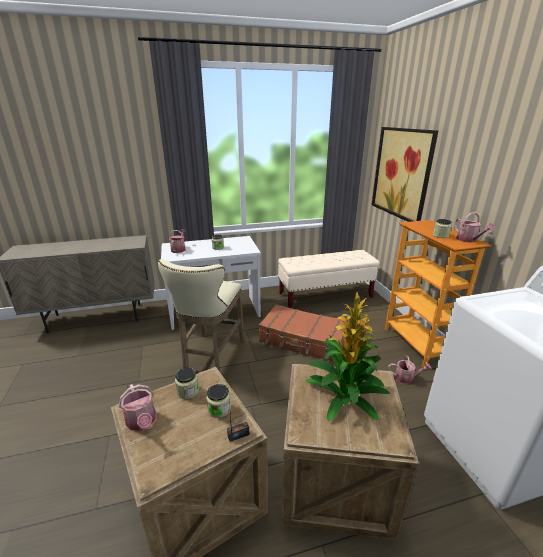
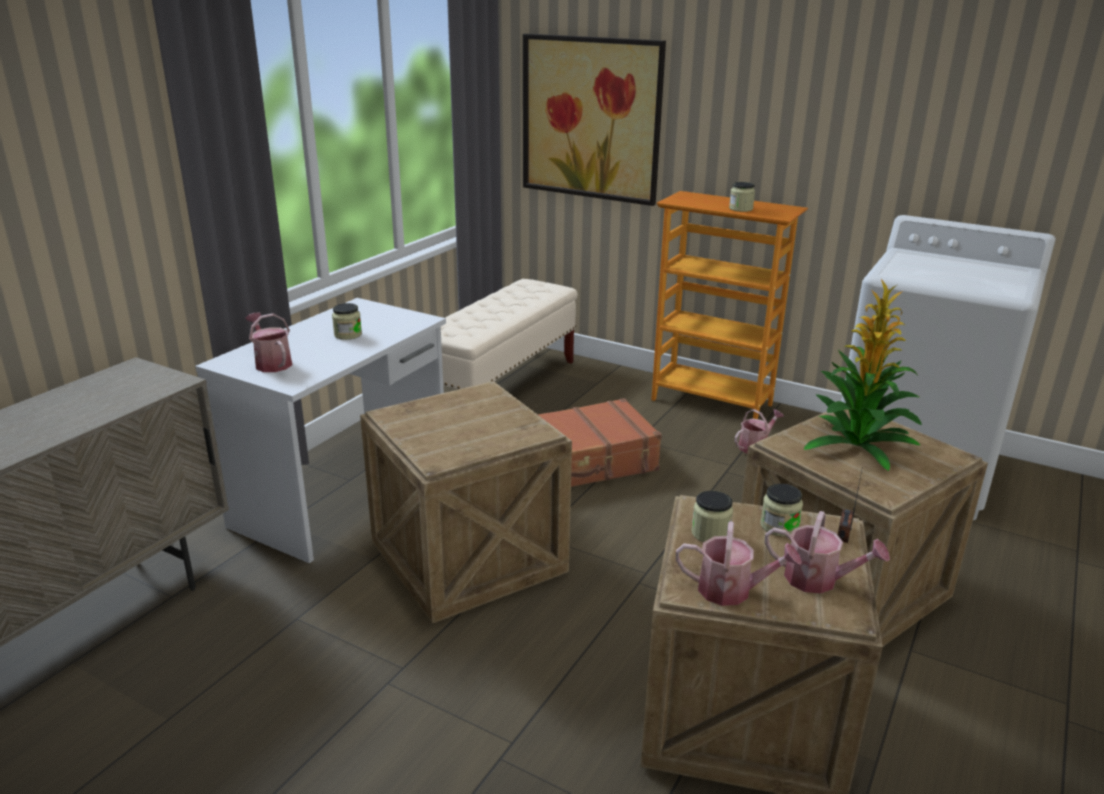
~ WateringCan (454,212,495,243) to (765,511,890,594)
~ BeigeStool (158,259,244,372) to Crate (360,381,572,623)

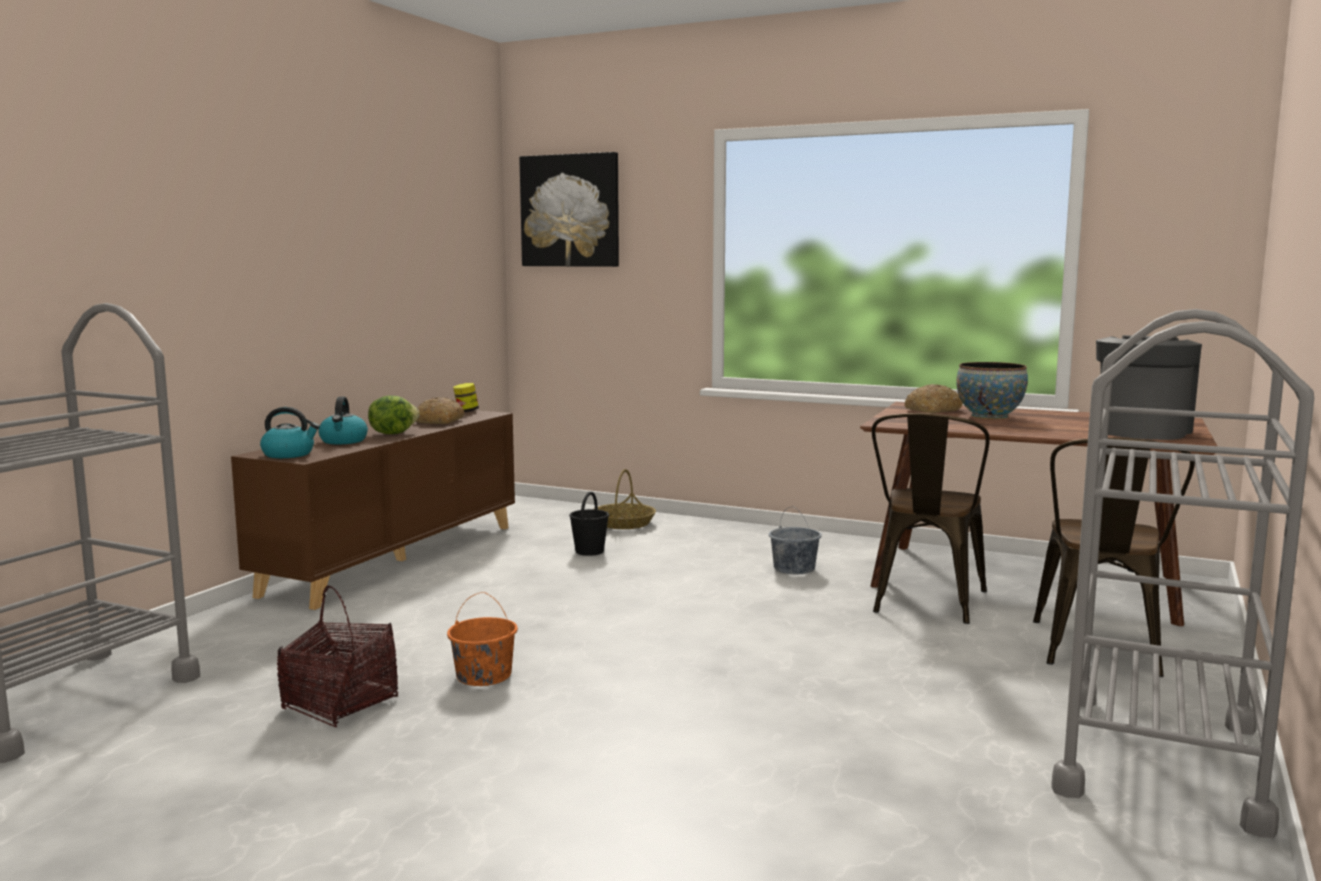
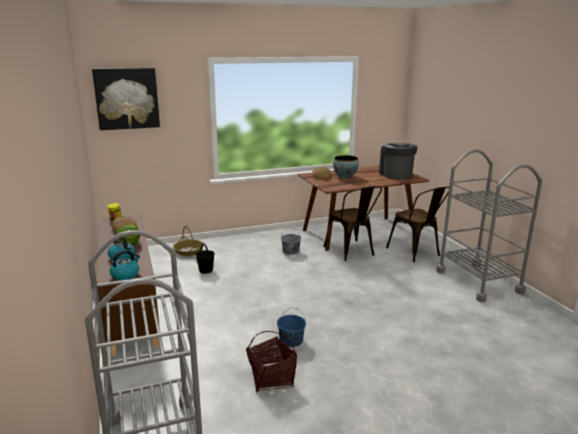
~ OrangeBucket (447,592,518,686) to BlueBucket (277,308,306,347)

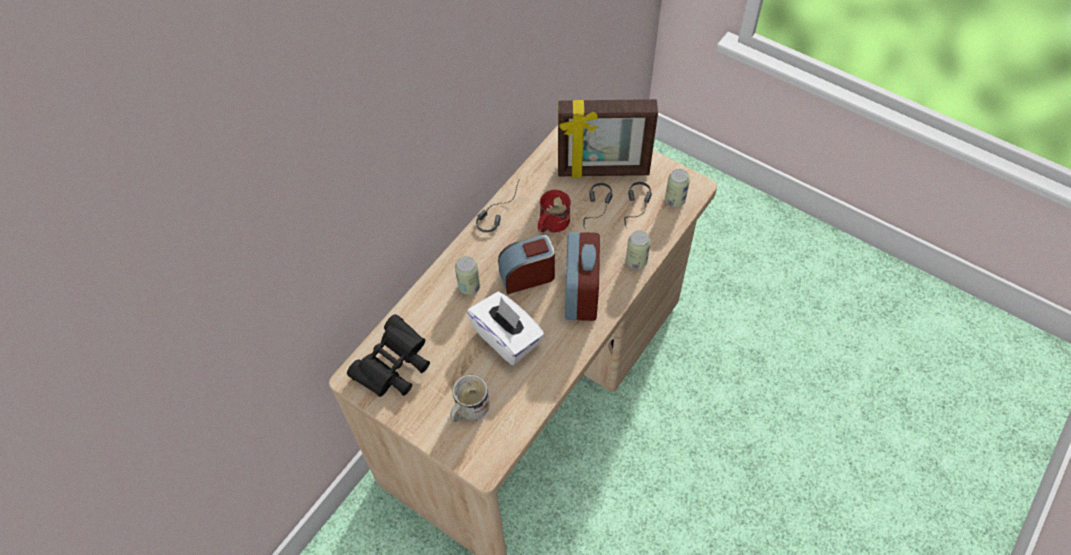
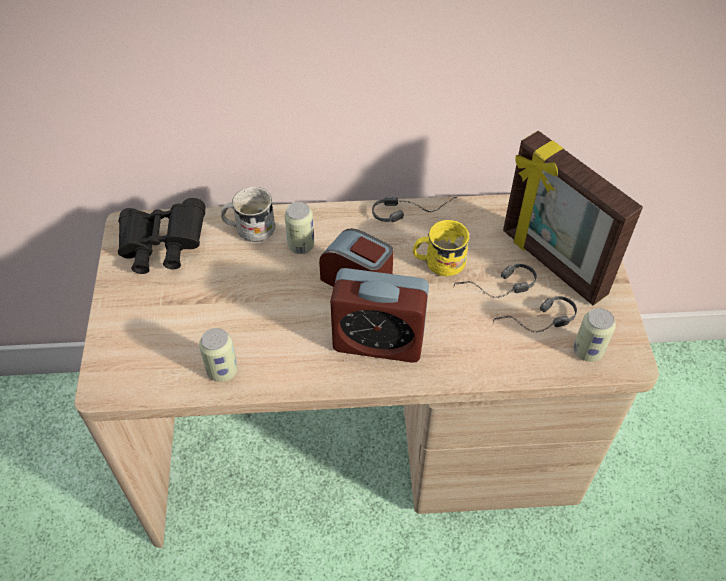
- WhiteTissueBox (467,292,544,365)
~ WhiteMug (450,375,490,422) to (221,187,275,242)
~ Can (626,230,650,269) to (199,328,238,382)
~ RedMug (538,190,571,233) to YellowMug (413,220,470,276)
~ AlarmClock (565,232,600,321) = (330,268,429,363) 45 degrees clockwise

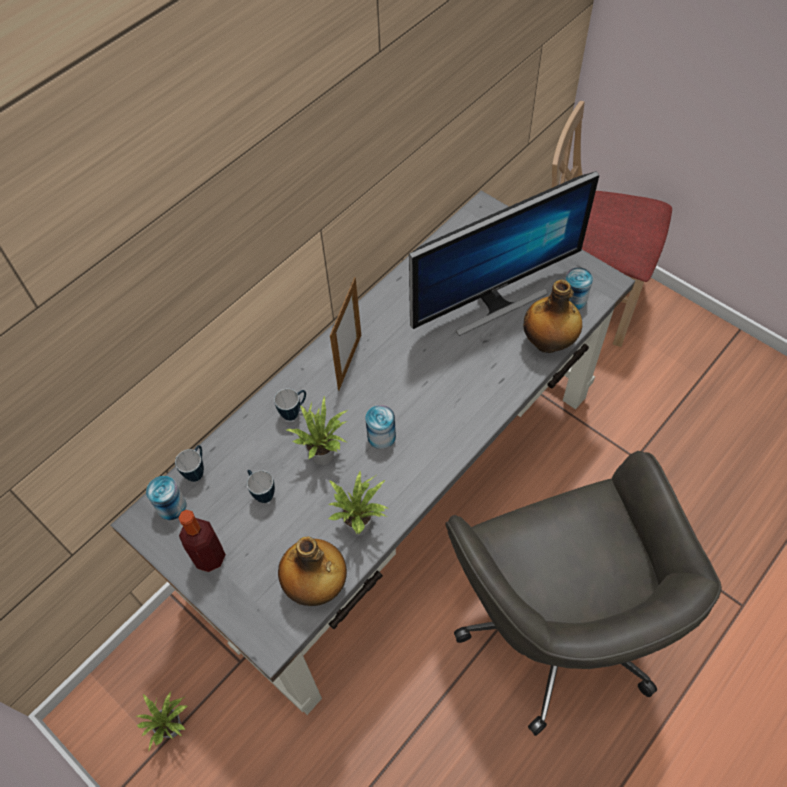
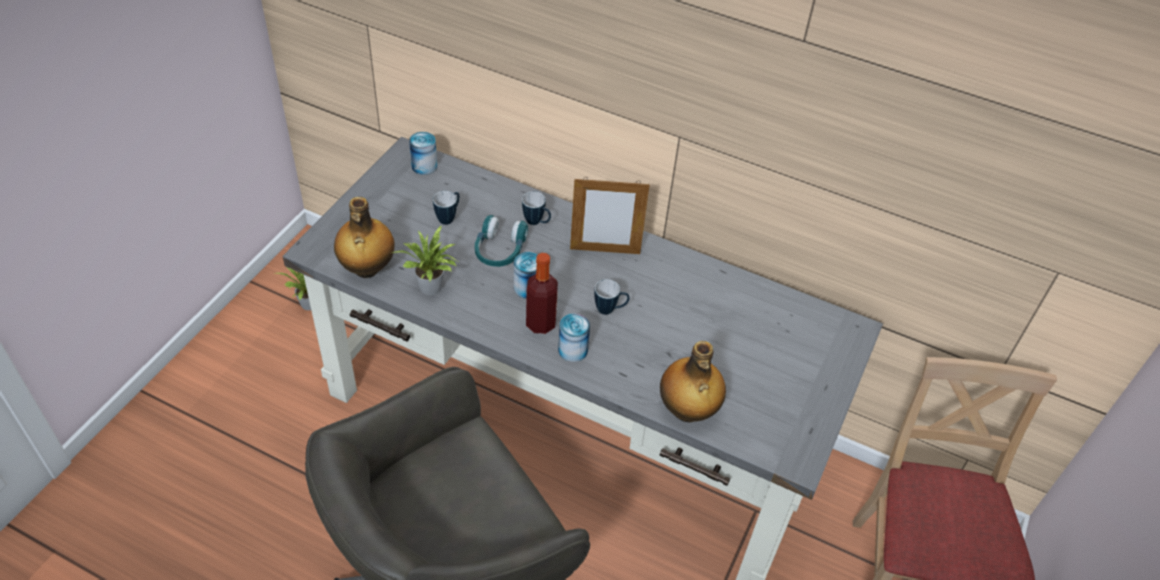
- Monitor (409,171,599,336)
~ Mug (175,445,204,482) to (594,279,630,315)
~ Bottle (179,510,226,572) to (526,253,558,334)
~ Can (565,267,593,310) to (558,313,590,362)
~ PottedPlant (286,395,348,465) to TurquoiseHeadphones (475,215,528,267)

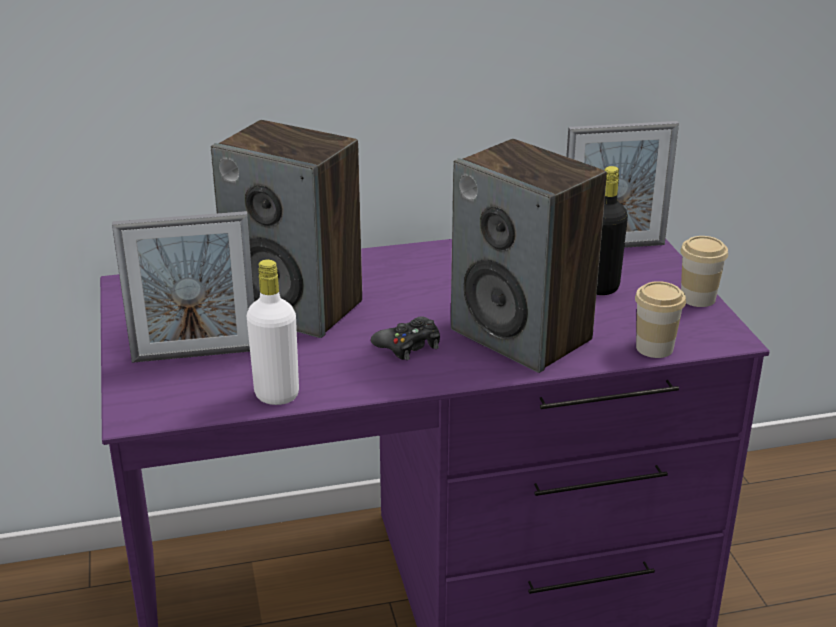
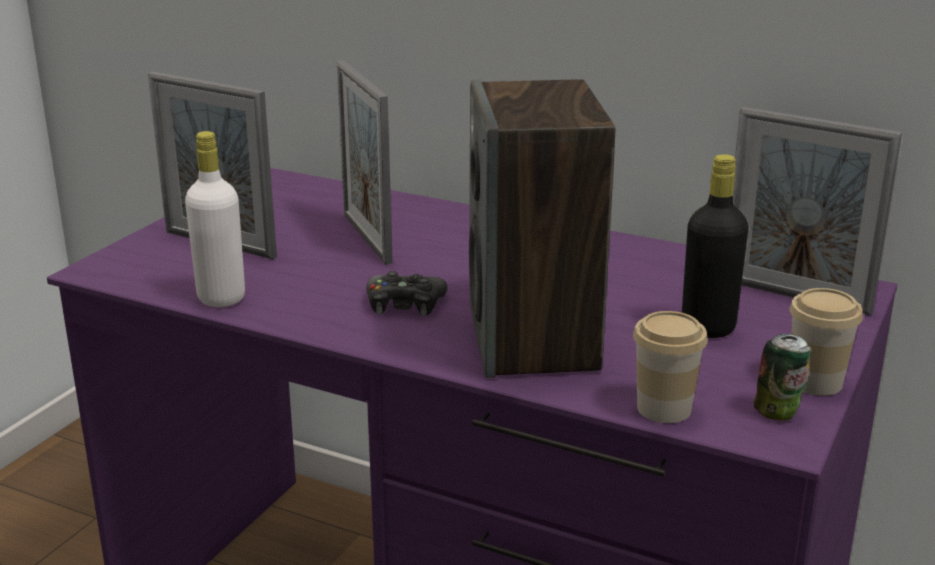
+ Can (754,334,811,421)
~ Speaker (211,120,362,338) to PictureFrame (337,60,393,265)

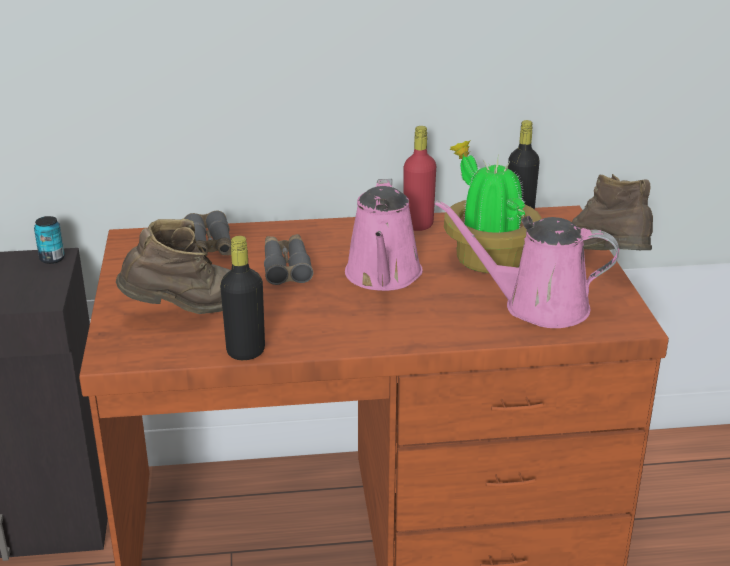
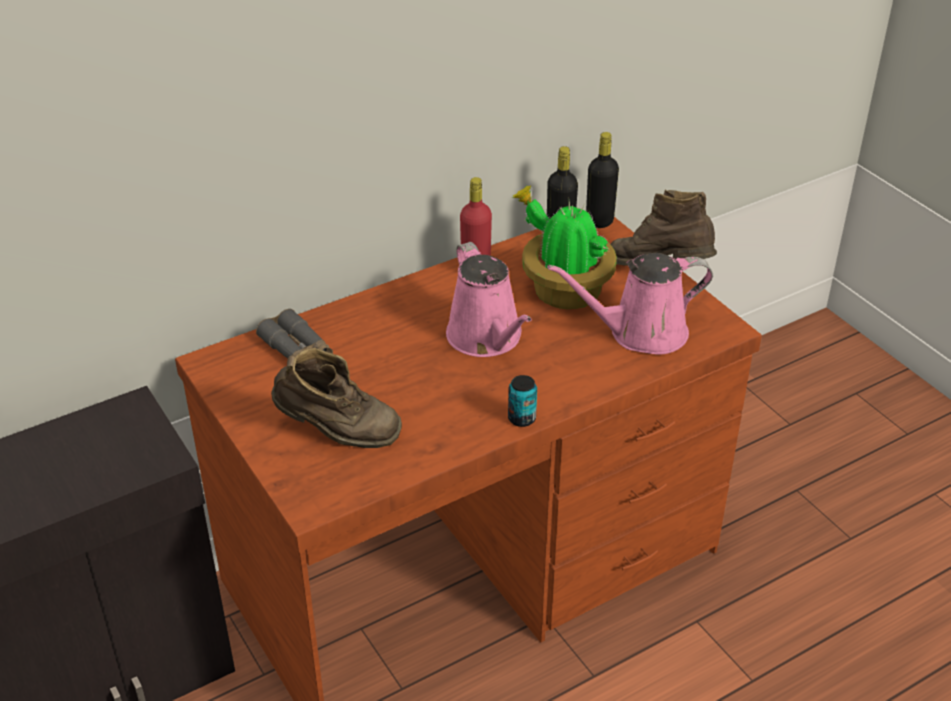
- GreyBinoculars (264,234,313,285)
~ Can (34,216,65,264) to (508,375,537,427)
~ BlackBottle (220,236,265,360) to (586,132,619,228)
~ BrownBoot (116,219,230,314) = (271,348,402,448) 60 degrees clockwise

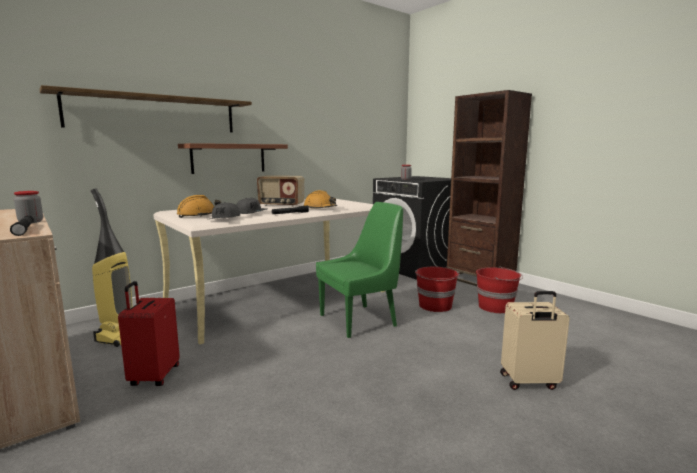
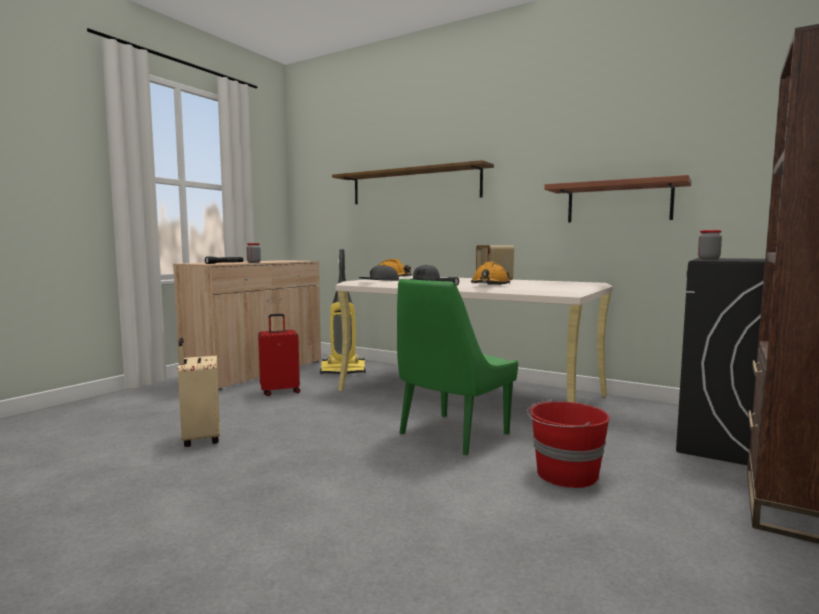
- RedBucket (476,267,523,313)
~ Shelf (178,143,288,174) to (544,175,692,223)
~ BeigeSuitcase (500,291,570,390) to (178,338,220,447)
~ GreenChair (316,202,403,338) = (397,279,518,456) 90 degrees clockwise

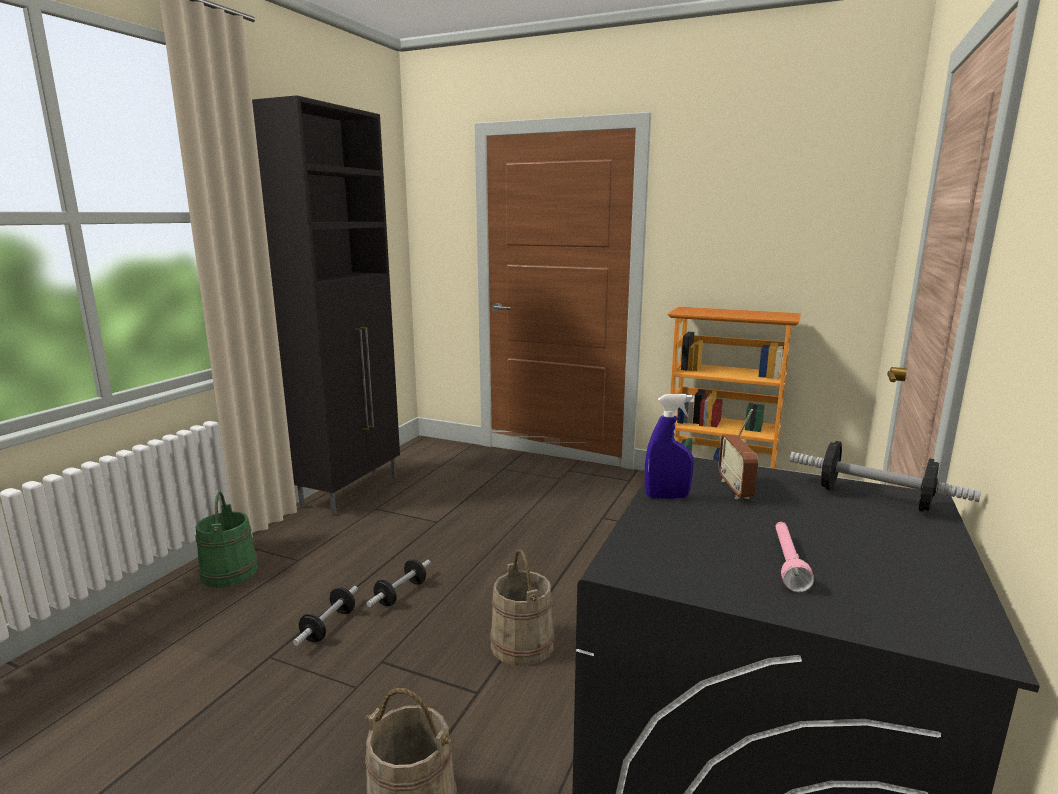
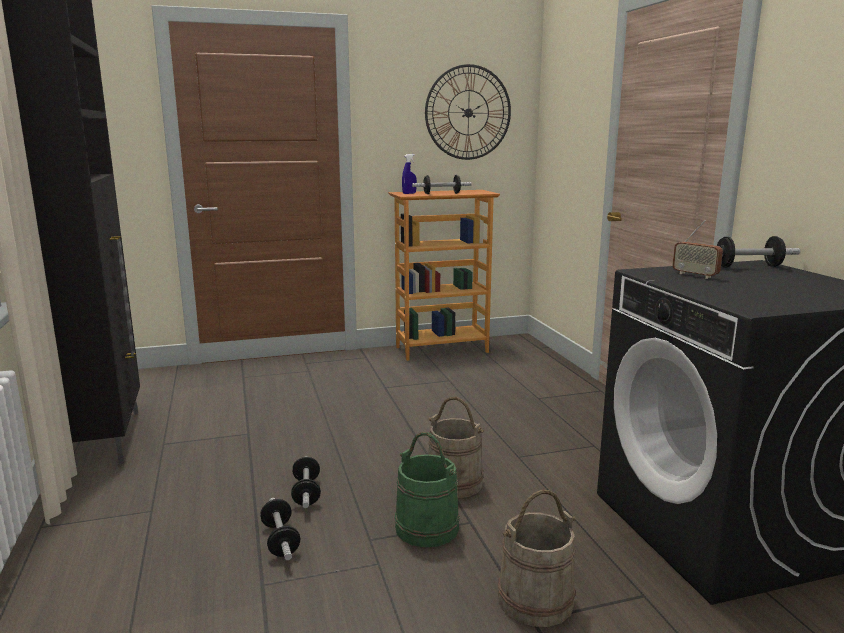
- PinkFlashlight (775,522,814,592)
+ Dumbbell (412,175,471,194)
+ WallClock (425,64,511,160)
~ GreenBucket (196,491,258,587) to (395,432,460,548)
~ BlueSprayBottle (645,394,694,499) to (402,154,417,194)

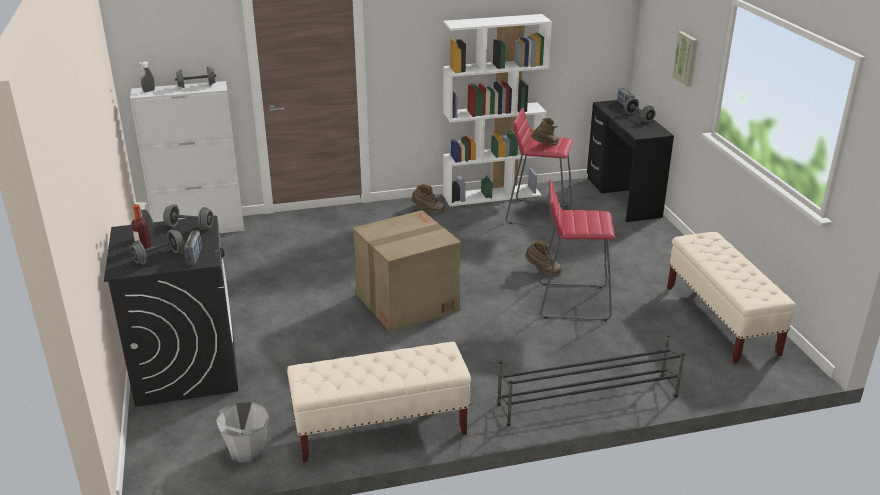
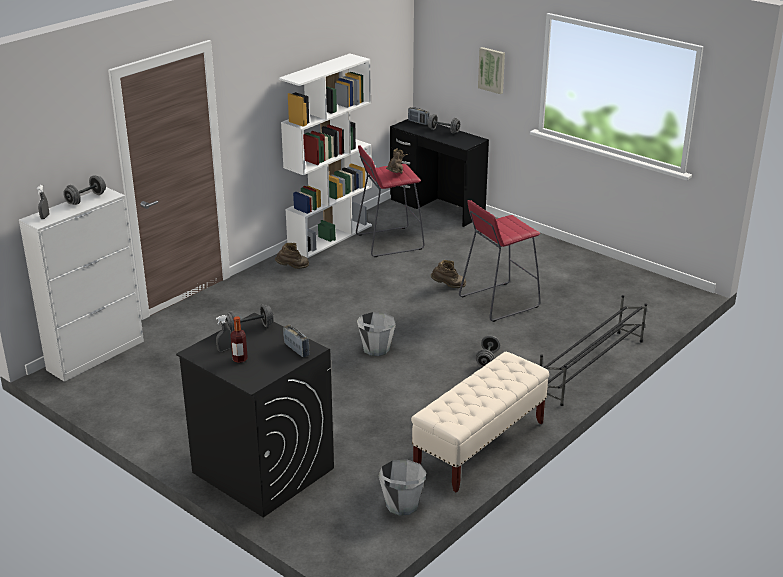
- BeigeBench (667,232,796,364)
~ GreyDumbbell (130,230,184,264) to (475,335,500,367)
~ CardboardBox (353,210,461,333) to GreyBucket (357,312,396,356)

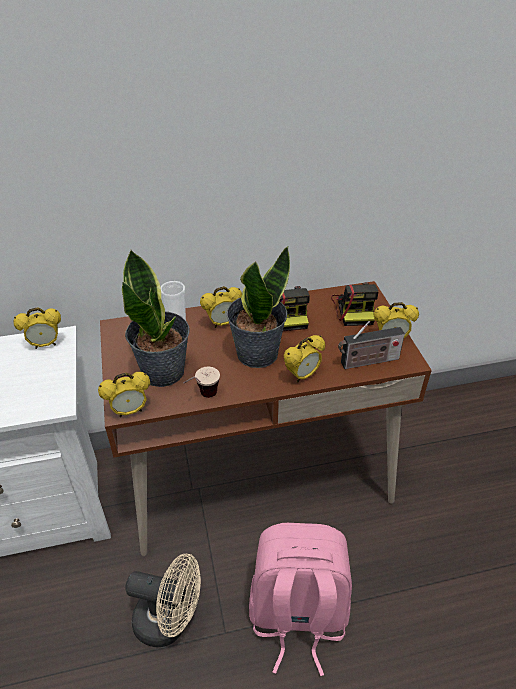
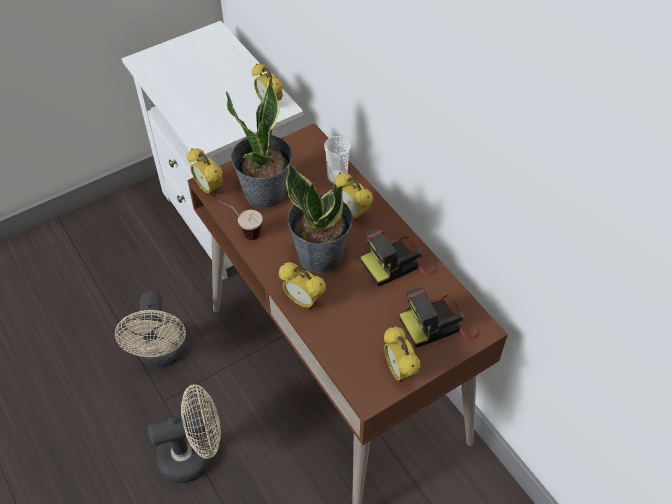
- Radio (338,321,405,369)
~ PinkBackpack (249,523,352,676) to BeigeFan (148,384,221,484)

